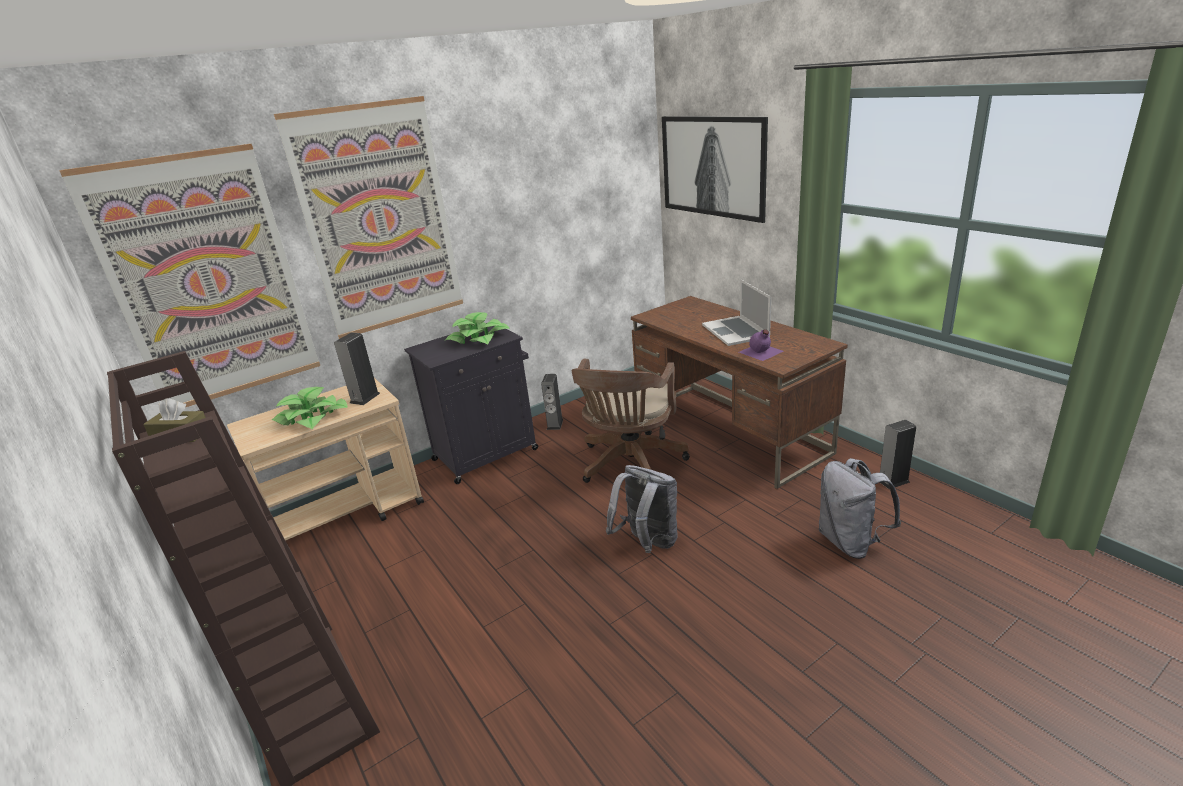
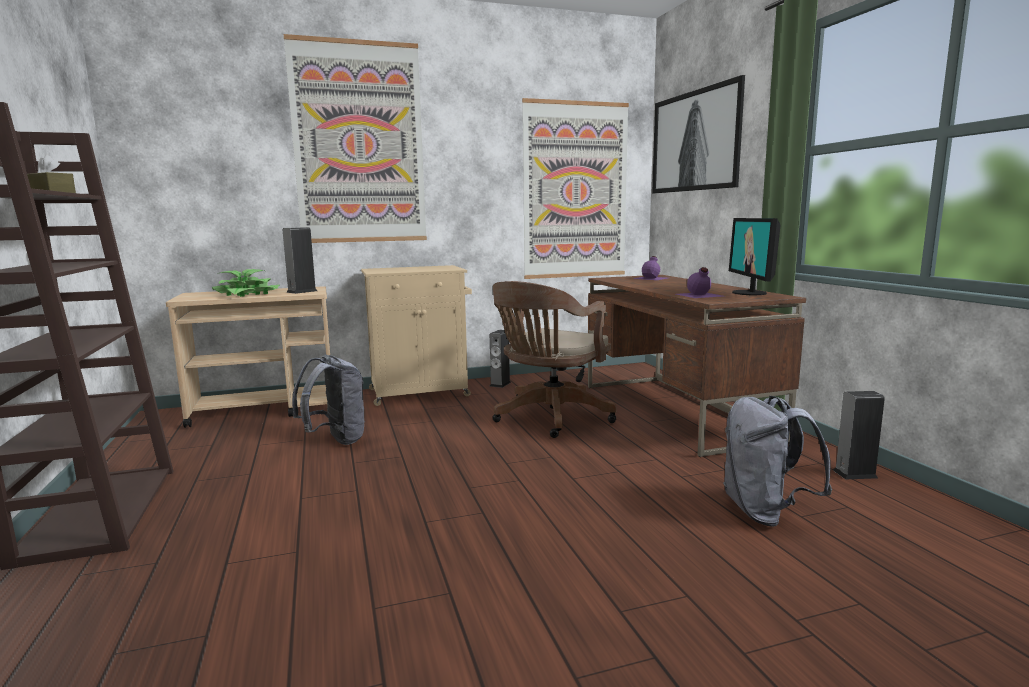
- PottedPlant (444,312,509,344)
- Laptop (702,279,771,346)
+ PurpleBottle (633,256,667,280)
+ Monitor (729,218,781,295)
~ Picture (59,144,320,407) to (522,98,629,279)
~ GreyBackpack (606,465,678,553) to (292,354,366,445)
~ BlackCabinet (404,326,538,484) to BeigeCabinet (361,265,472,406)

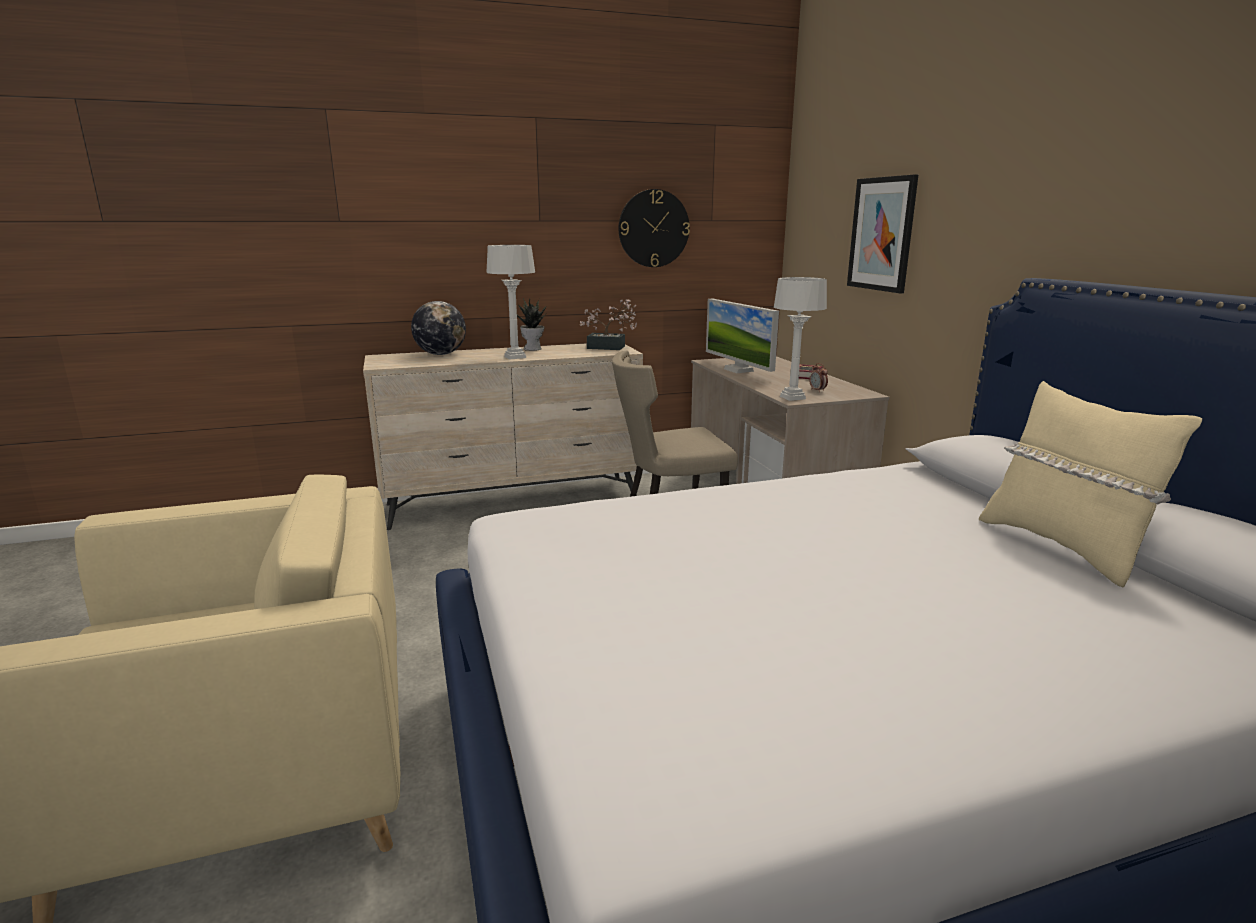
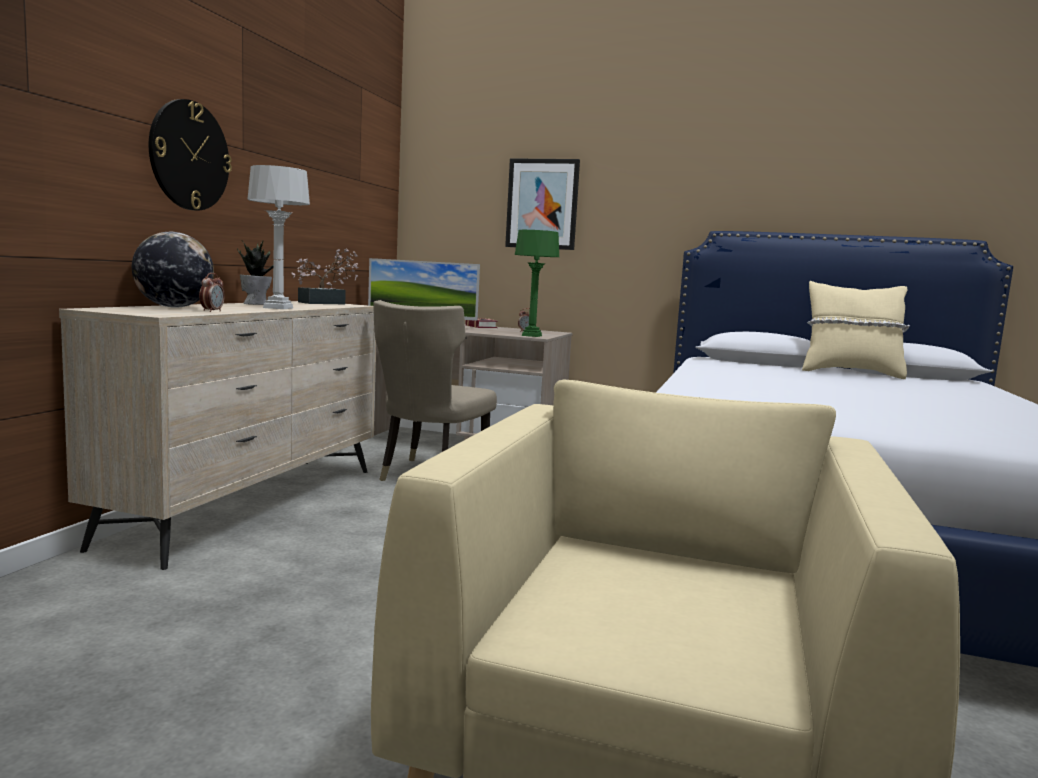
+ AlarmClock (199,273,225,312)
~ WallClock (619,189,690,267) to (149,99,232,210)
~ GreyTableLamp (774,277,827,401) to GreenTableLamp (515,230,559,337)

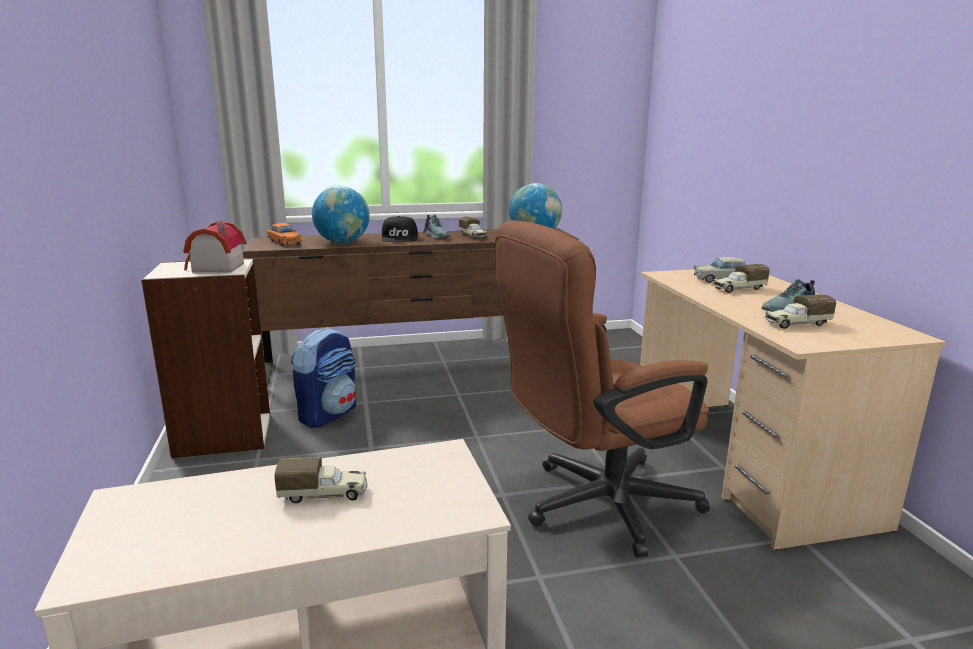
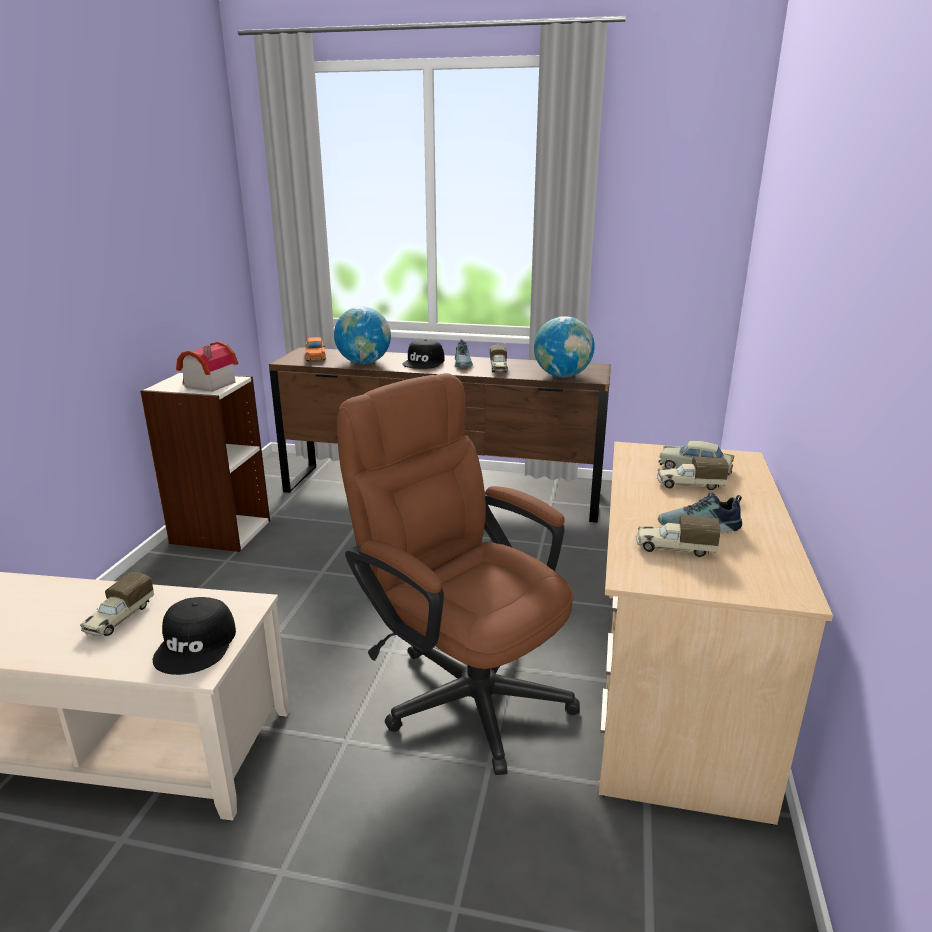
- Backpack (291,327,356,428)
+ BlackCap (153,597,236,675)
~ ToyTruck (275,457,367,503) = (80,572,154,636) 90 degrees clockwise
~ BrownOfficeChair (495,220,710,557) = (337,373,580,775) 45 degrees clockwise

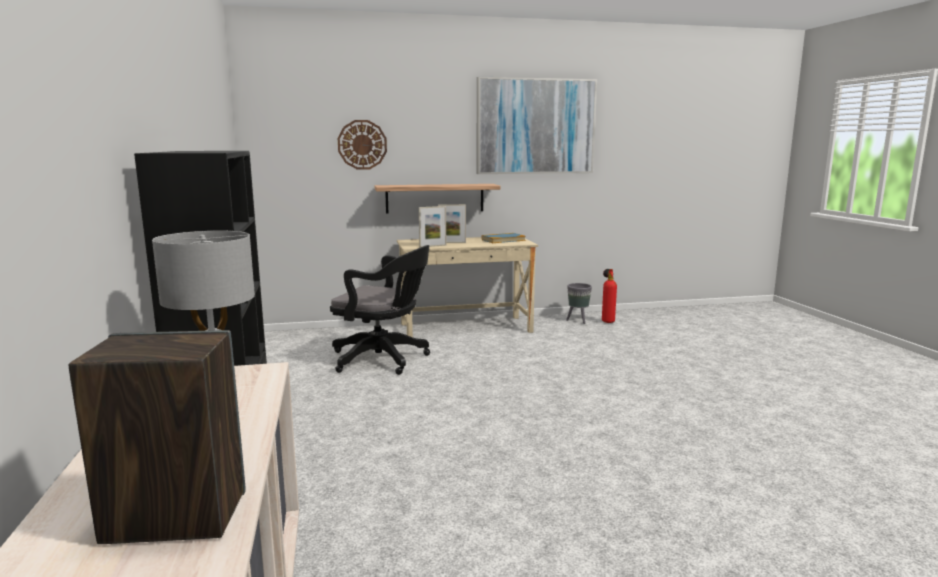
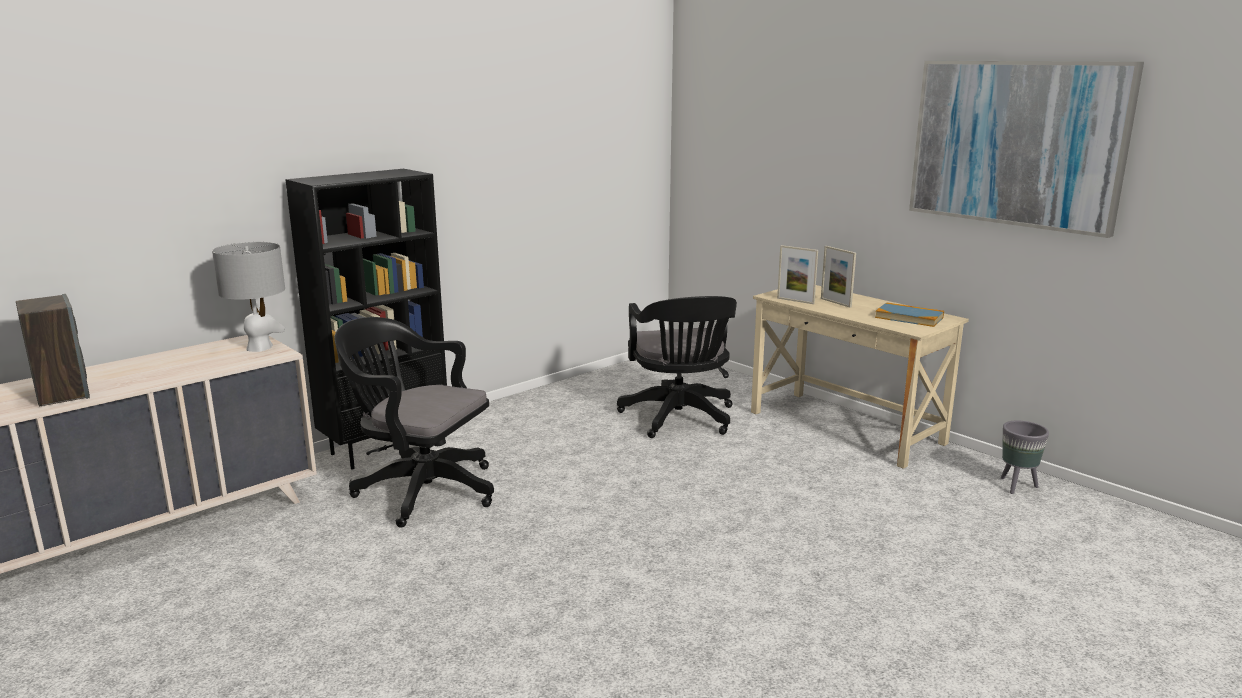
- WallClock (338,120,387,170)
- Shelf (375,184,500,214)
- FireExtinguisher (602,269,617,323)
+ BlackOfficeChair (334,317,494,528)

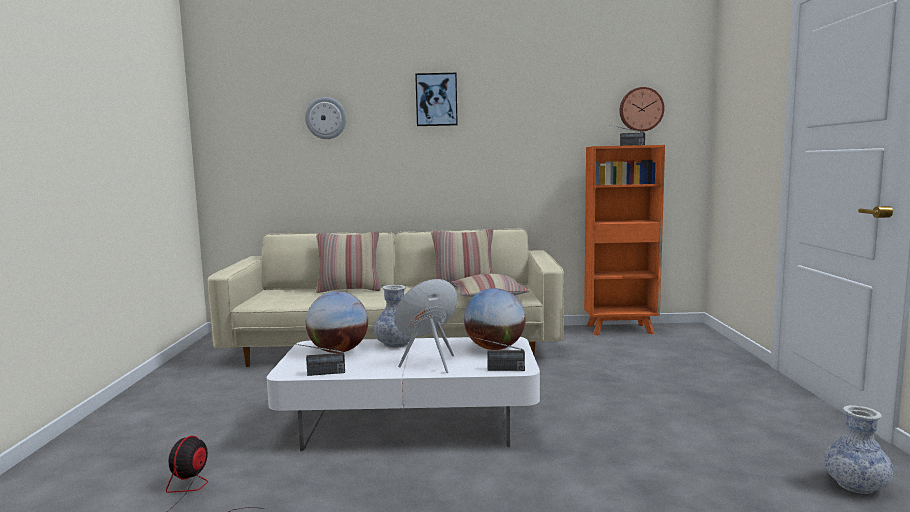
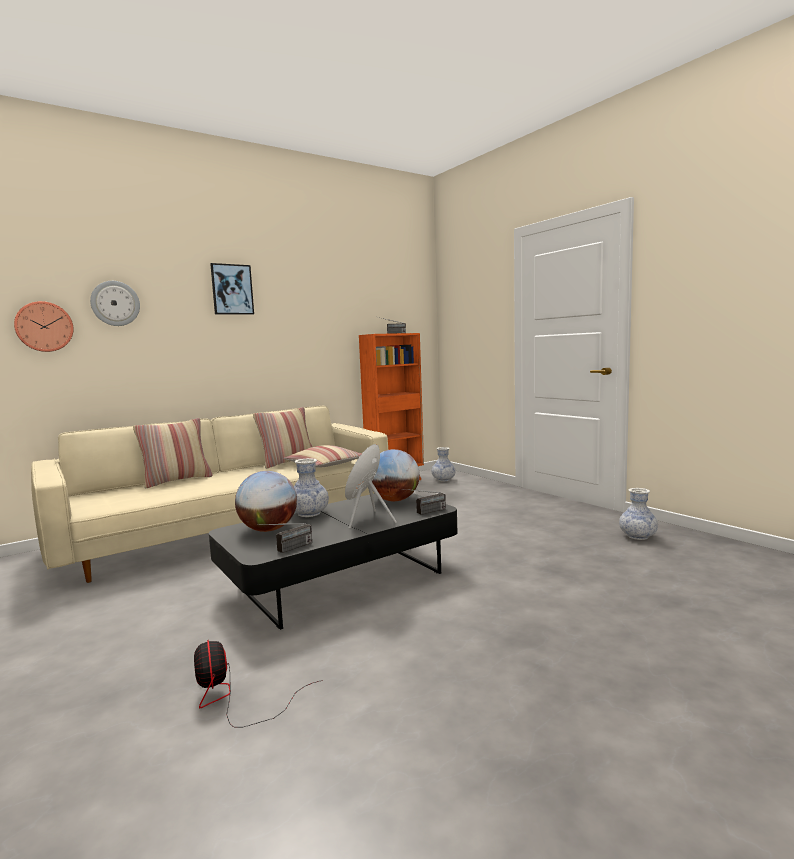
+ Vase (432,447,456,482)
~ WallClock (620,87,664,132) to (14,301,74,352)
~ WhiteCoffeeTable (267,337,540,451) to BlackCoffeeTable (209,493,457,630)

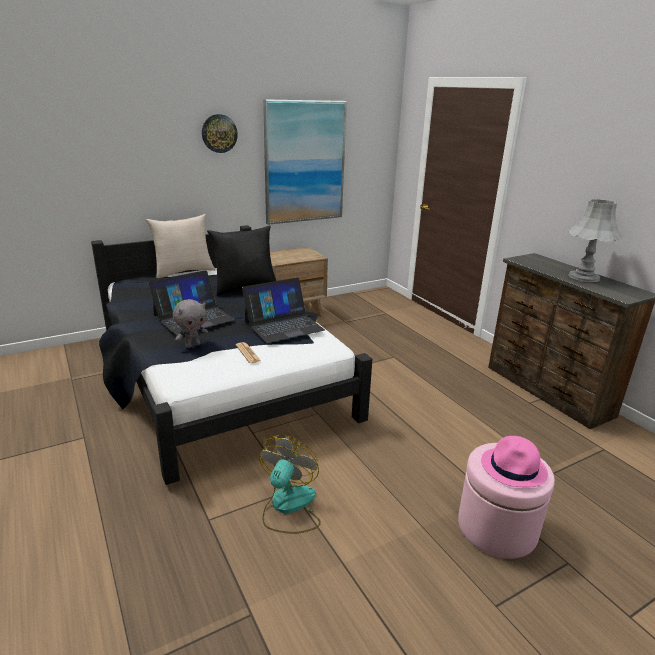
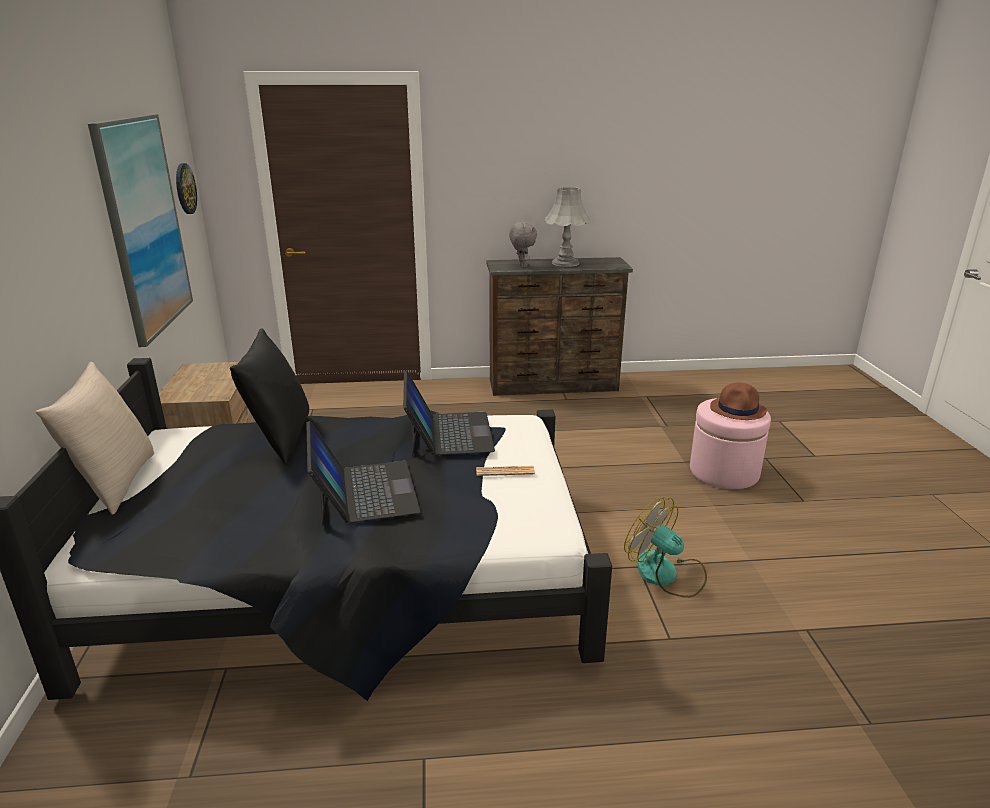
~ GreyPlushToy (173,299,208,348) to (509,222,537,268)
~ WallClock (202,114,238,153) to (176,163,197,214)
~ PinkHat (481,436,548,487) to BrownHat (710,383,767,420)

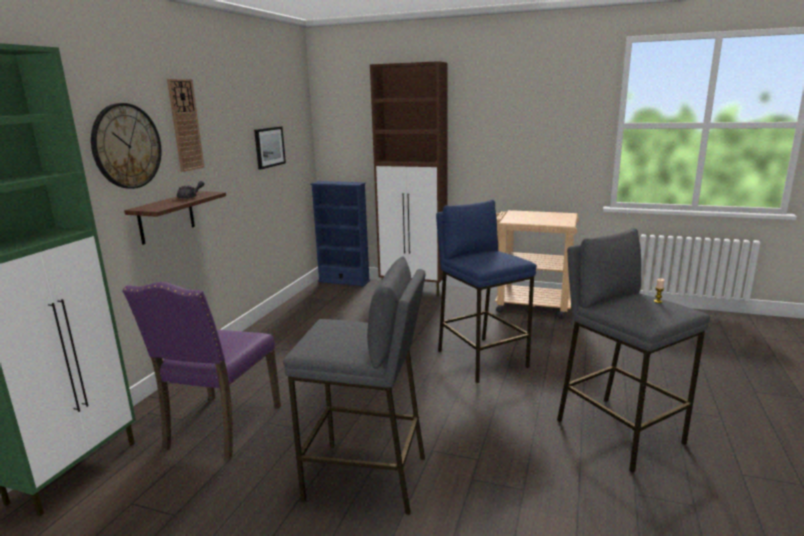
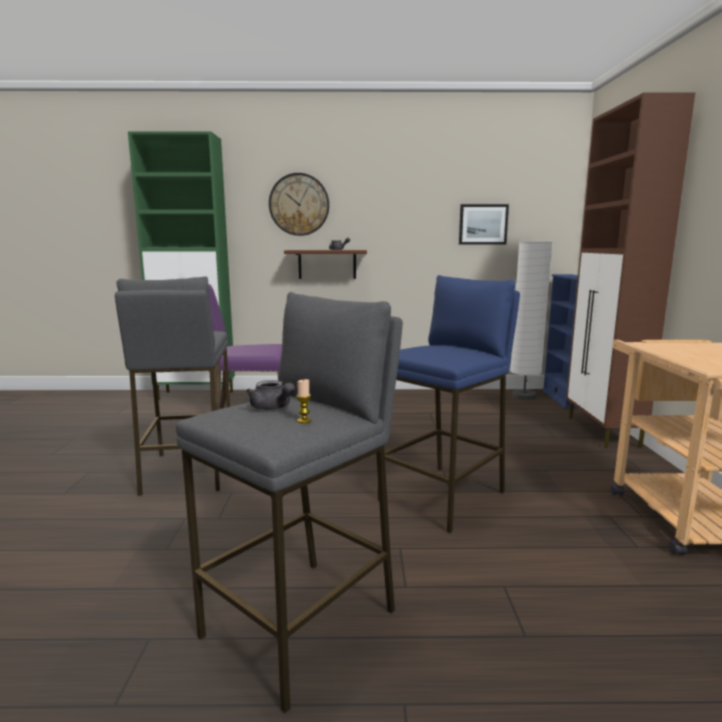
- WallClock (167,79,204,172)
+ GreyTeapot (246,380,295,410)
+ WhiteFloorLamp (510,242,553,400)

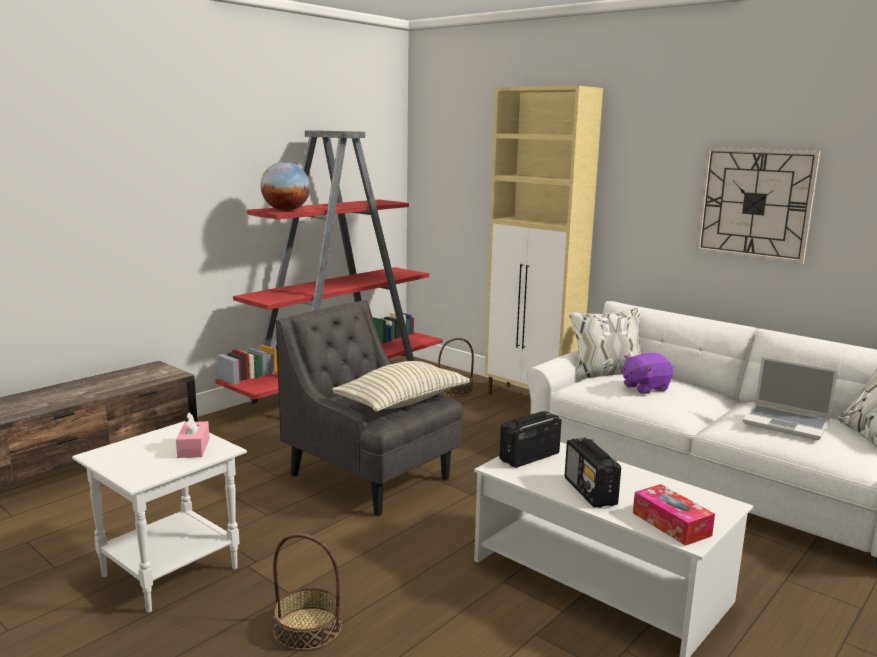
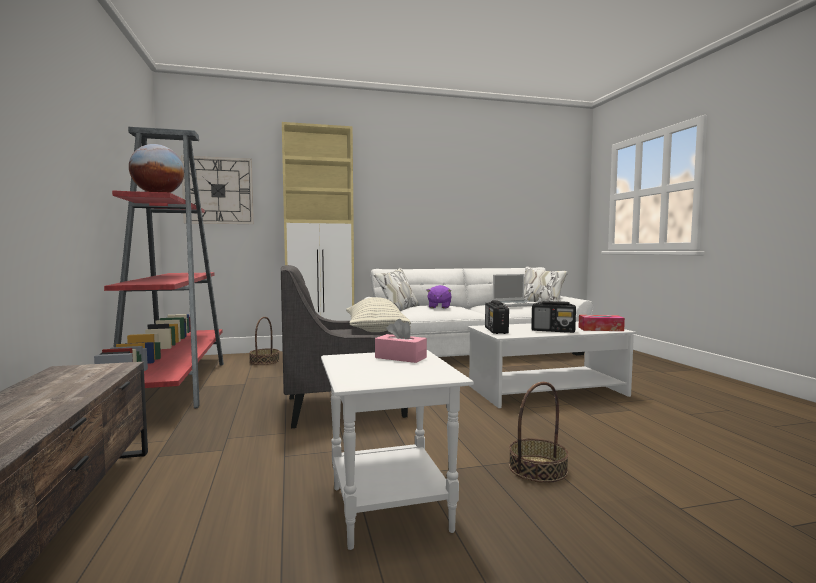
~ WallClock (696,147,821,264) to (181,156,254,224)

